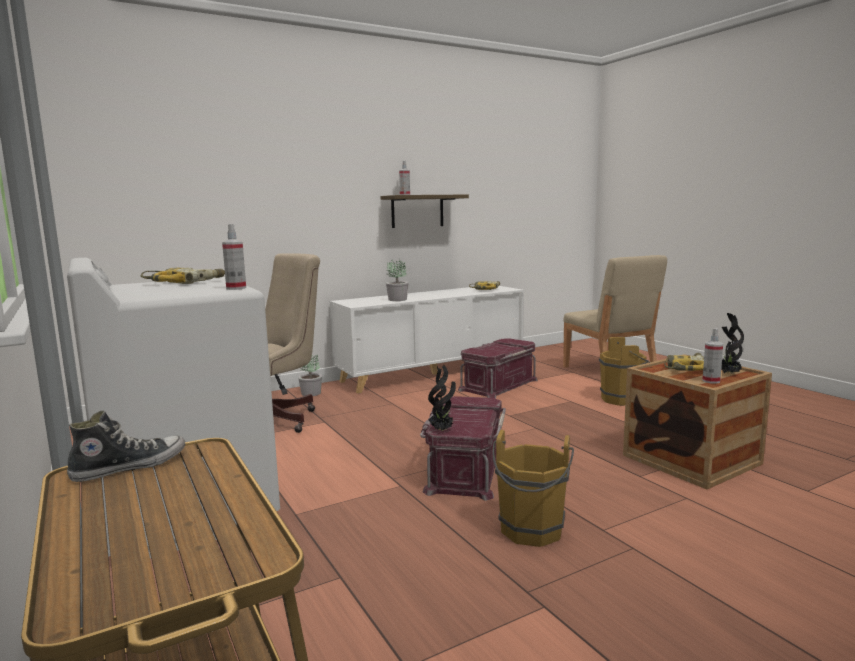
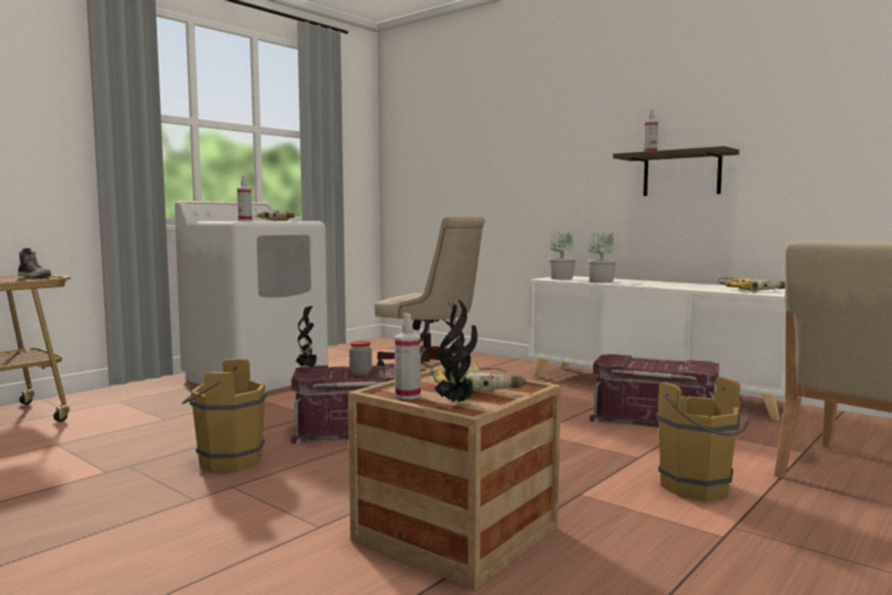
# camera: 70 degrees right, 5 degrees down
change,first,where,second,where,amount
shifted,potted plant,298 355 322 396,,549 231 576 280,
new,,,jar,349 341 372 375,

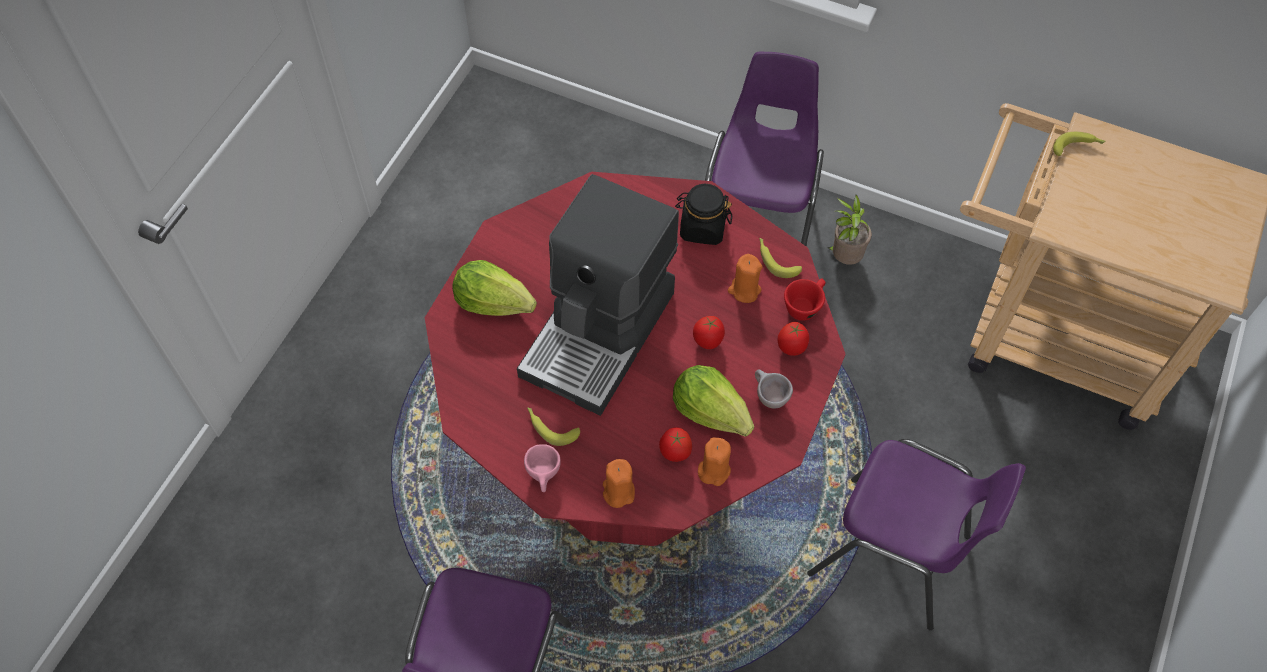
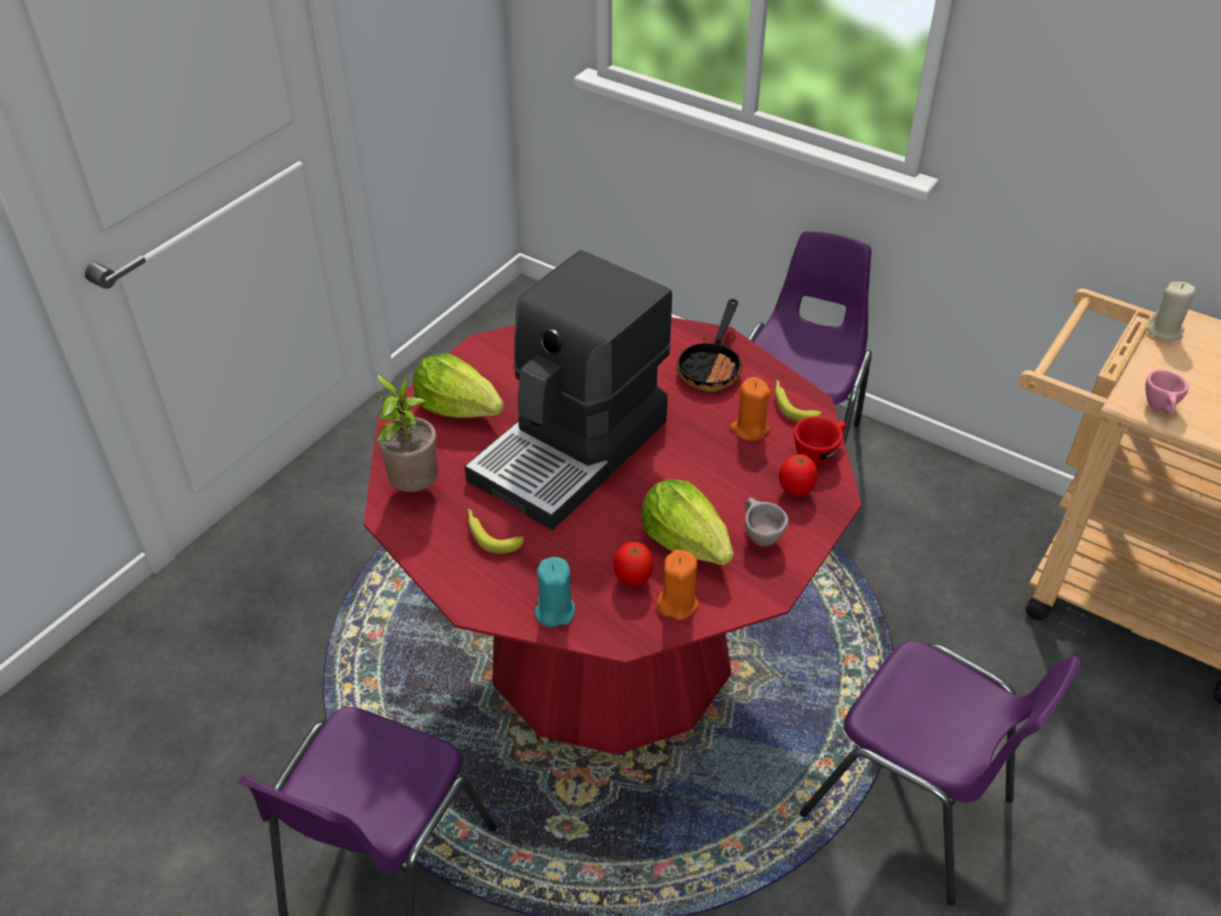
# camera: 10 degrees right, 15 degrees down
change,first,where,second,where,amount
shifted,pinkish drinking cup,524 444 561 492,,1145 370 1189 414,
repainted,orangey wax candle,603 459 635 508,blue-green wax candle,535 557 575 627,
swapped,black-coloured jar,675 184 732 245,frying pan,676 299 743 392,
gone,tomato,693 316 725 349,,,
shifted,potted plant,827 195 872 265,,375 374 438 492,
swapped,banana,1053 132 1106 156,beige wax candle,1147 282 1195 340,

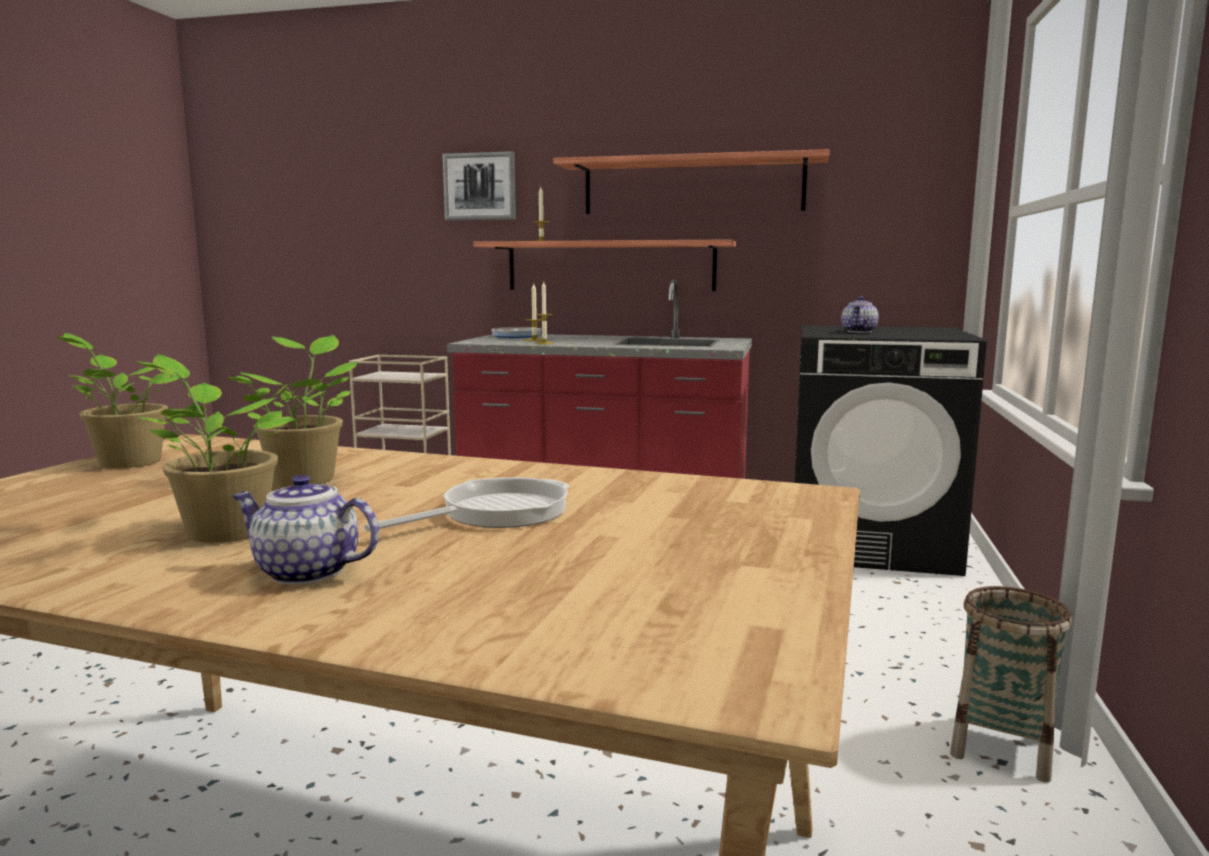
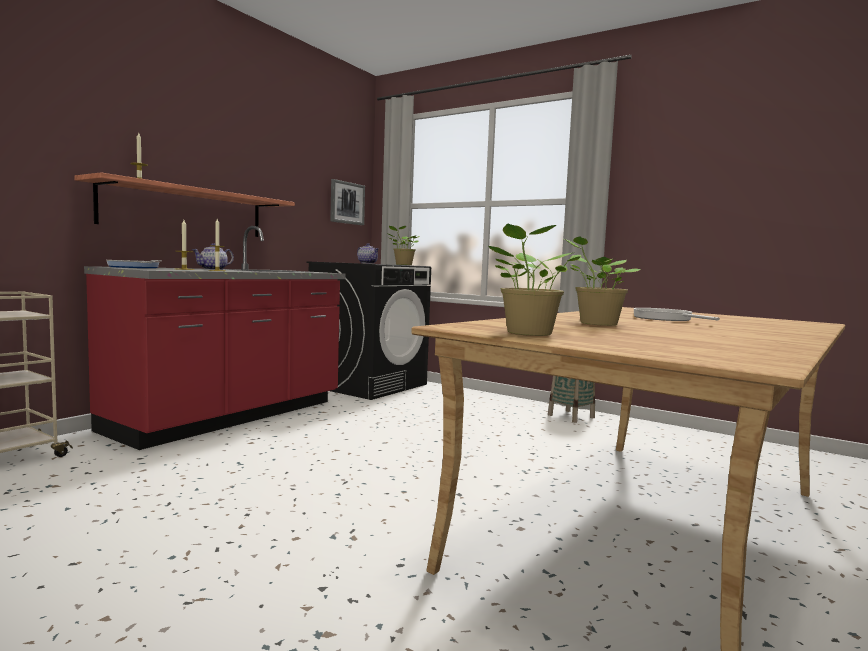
# camera: 70 degrees left, 5 degrees down
change,first,where,second,where,amount
shifted,potted plant,137 354 295 543,,386 226 420 265,
shifted,pot for tea,232 474 379 585,,192 243 234 270,
shifted,picture,443 151 516 220,,330 179 365 225,
gone,wall shelf,553 149 830 214,,,

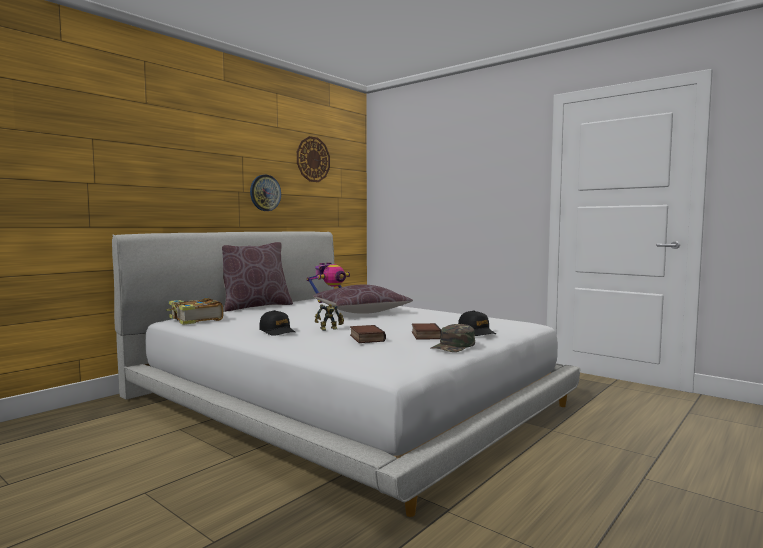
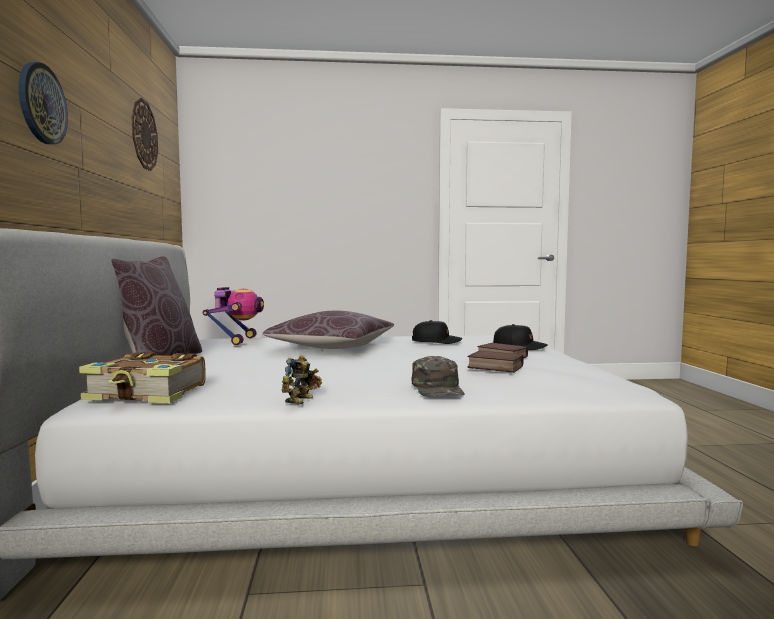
# camera: 45 degrees left, 0 degrees up
change,first,where,second,where,amount
shifted,hanging clock,250 175 281 211,,18 62 68 144,
shifted,black-coloured baseball cap,259 310 295 336,,412 320 462 344,
shifted,toy robot,315 304 344 331,,281 355 322 404,
shifted,greenish baseball cap,431 324 475 352,,412 356 465 396,

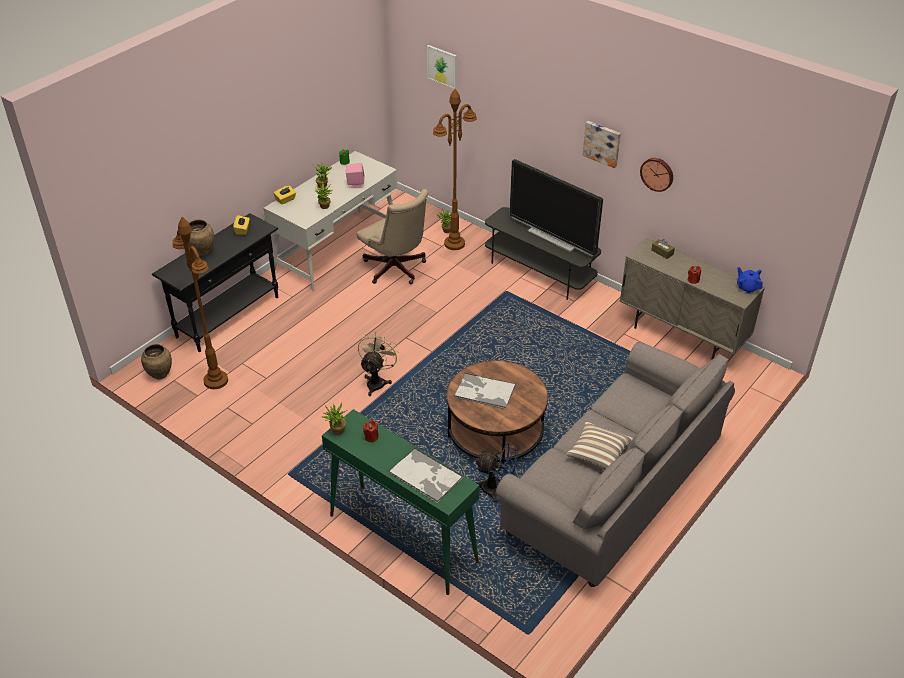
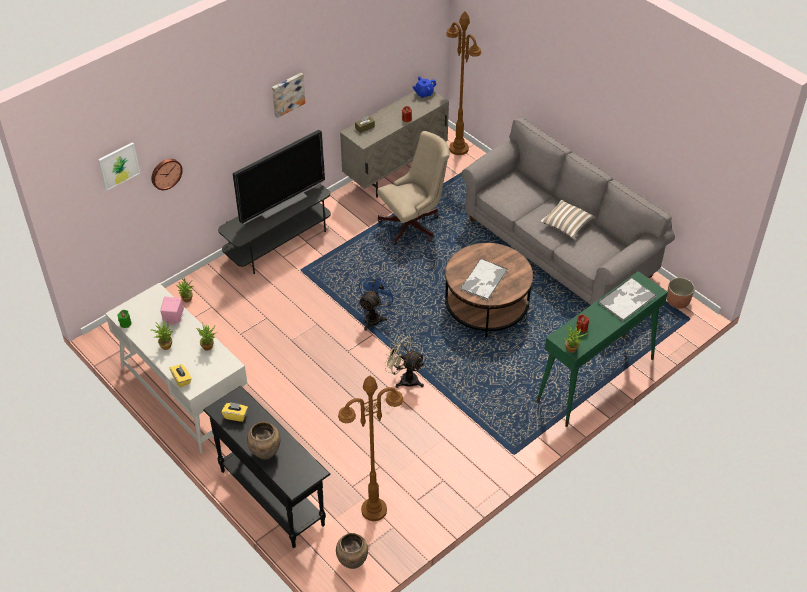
# camera: 80 degrees left, 5 degrees up
change,first,where,second,where,amount
shifted,beige desk chair,357 189 428 284,,377 131 449 245,
shifted,brown standing lamp,433 89 477 250,,446 11 481 155,
shifted,bluish cooling fan,475 443 519 503,,358 273 397 331,
shifted,hanging clock,640 158 673 192,,151 159 183 190,
new,,,planter,667 278 695 309,

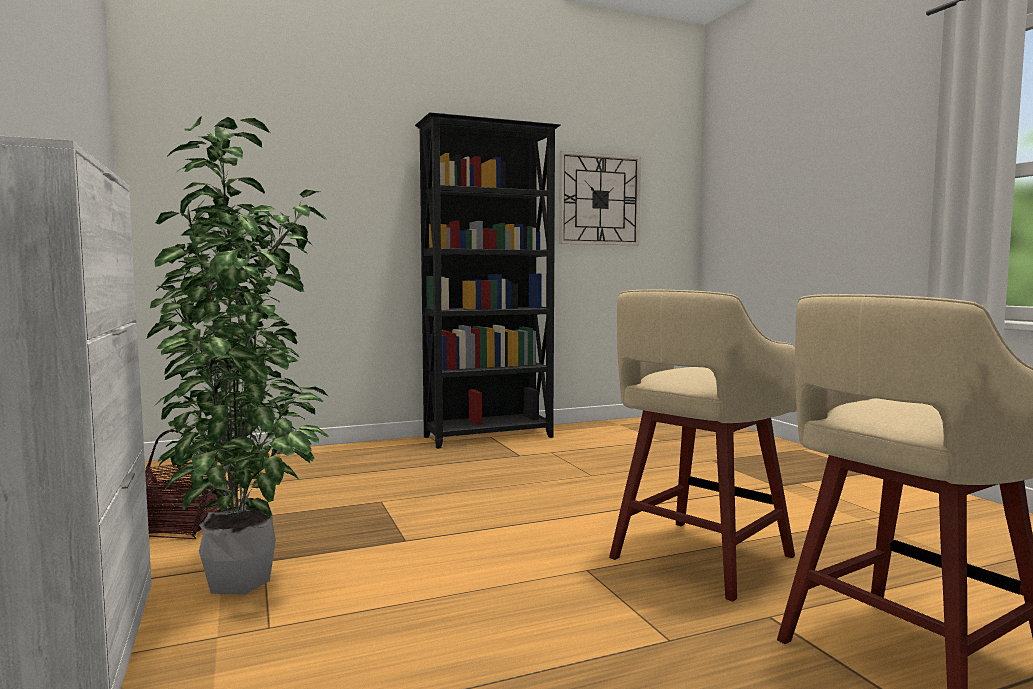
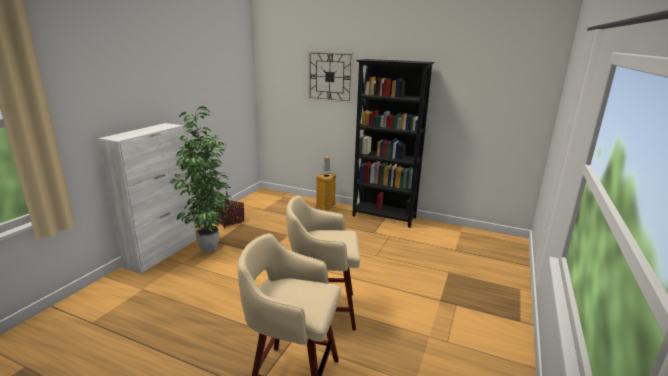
# camera: 45 degrees right, 15 degrees up
change,first,where,second,where,amount
shifted,hanging clock,559 151 641 245,,308 51 354 103,
new,,,rubbish bin,316 156 336 210,

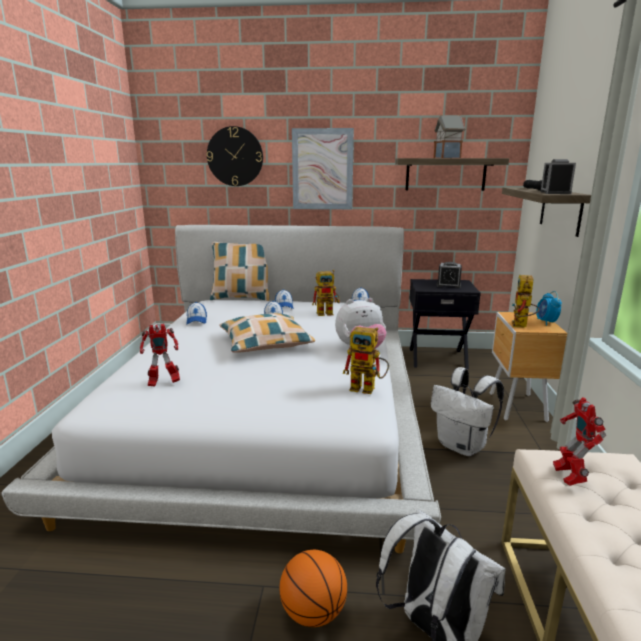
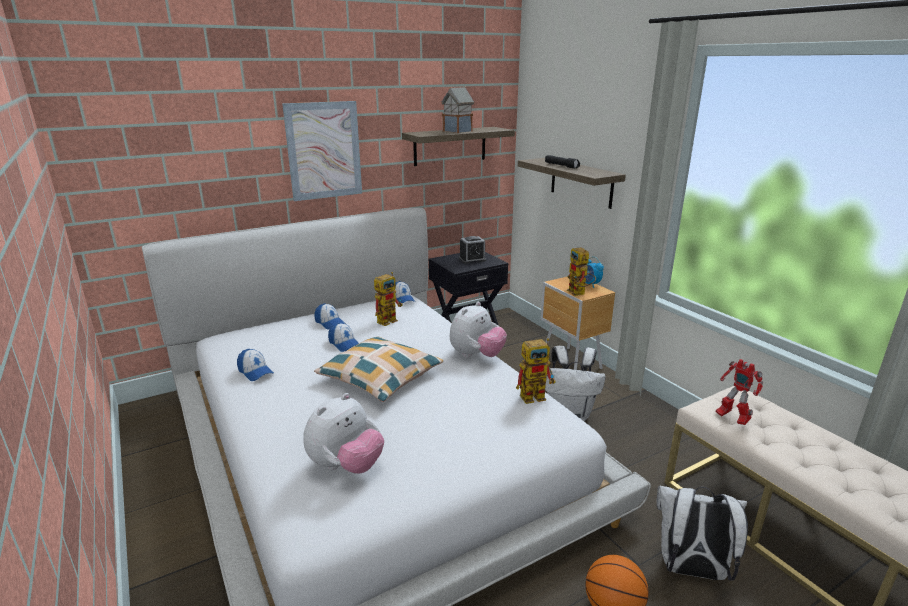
# camera: 35 degrees left, 5 degrees up
change,first,where,second,where,amount
swapped,toy robot,140 324 180 387,plush toy,303 393 384 474,
gone,hanging clock,207 126 263 186,,,
gone,throw pillow,210 242 269 301,,,
gone,bedside clock,540 159 576 194,,,

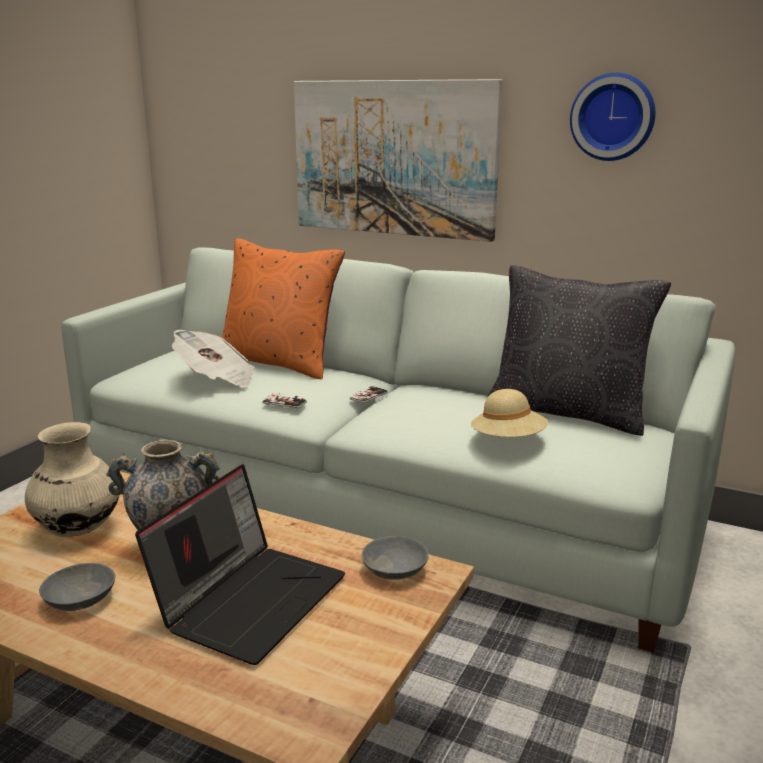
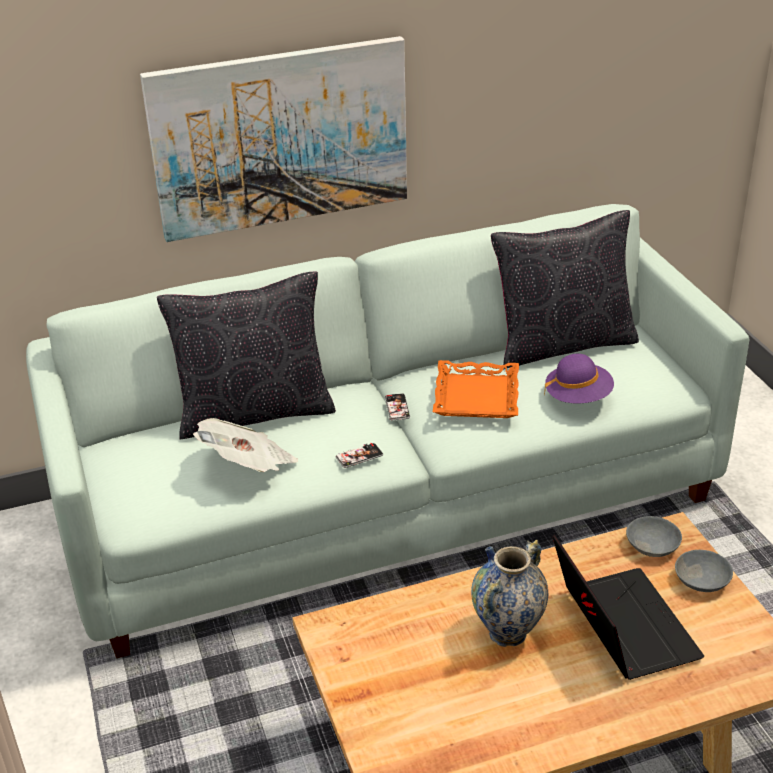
# camera: 45 degrees left, 15 degrees up
change,first,where,second,where,amount
gone,beige flower vase,25 422 119 537,,,
shifted,gray serving bowl,39 563 115 611,,675 550 733 592,
repainted,orangey throw pillow,221 238 345 379,black-coloured throw pillow,157 271 336 440,
repainted,beige wearable hat,471 389 549 437,purplish wearable hat,544 354 614 403,
gone,hanging clock,570 73 655 161,,,
new,,,orangey carrying tray,433 360 519 418,

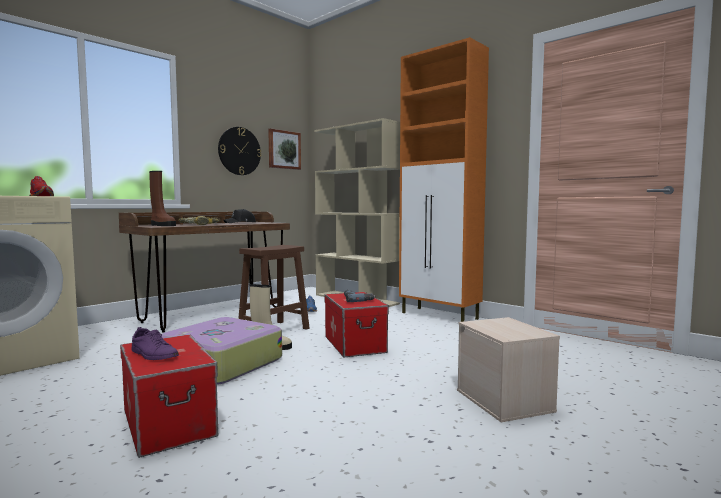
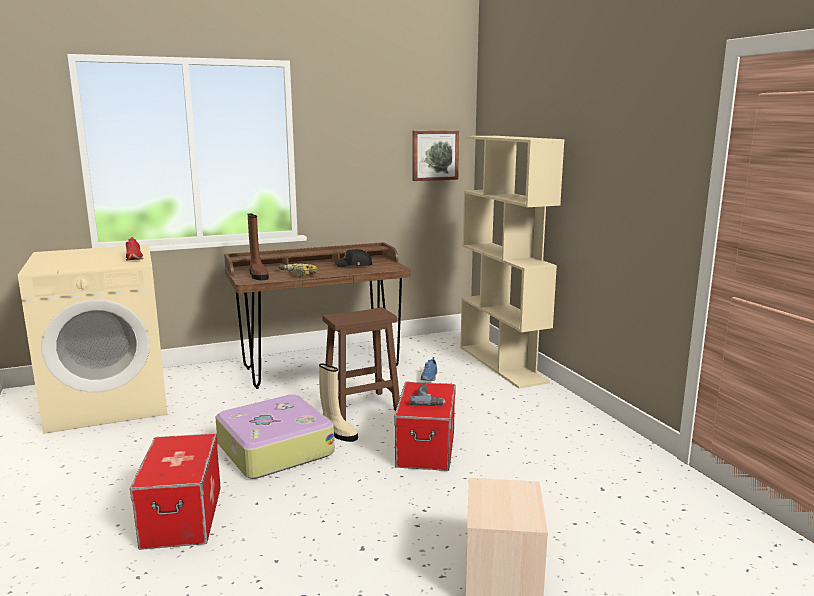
# camera: 25 degrees right, 10 degrees up
change,first,where,second,where,amount
gone,purplish low shoe,132 327 179 360,,,
gone,hanging clock,218 127 261 175,,,
gone,orangey cabinet,399 37 489 322,,,

